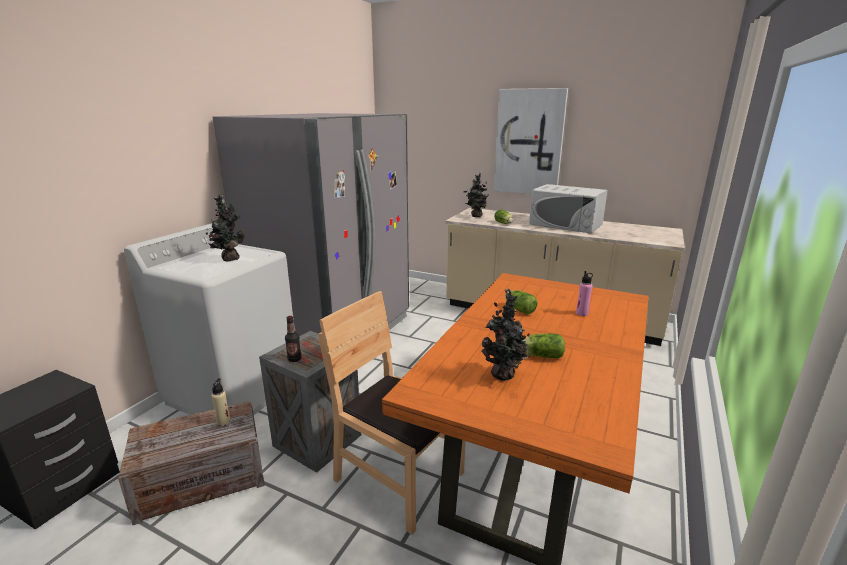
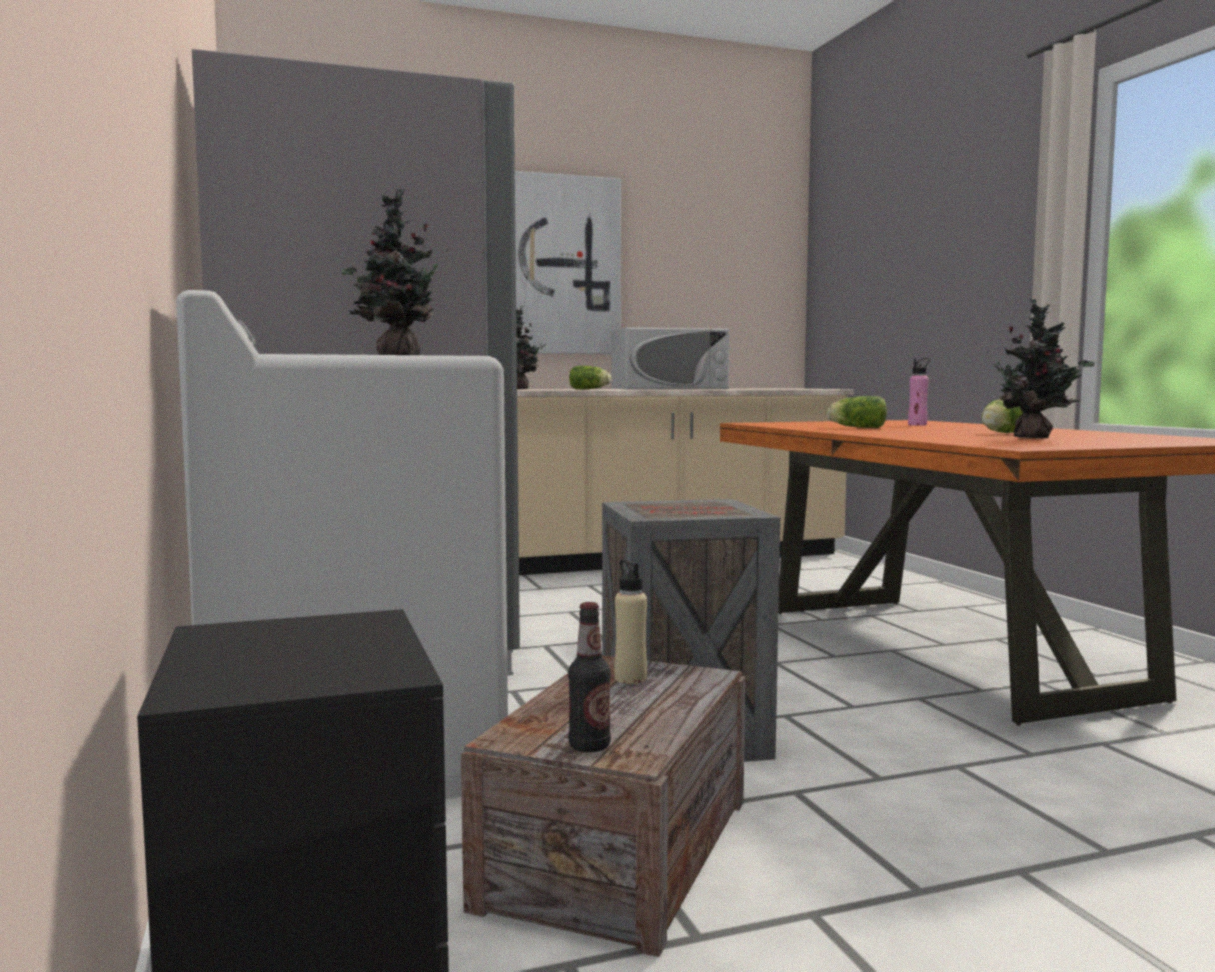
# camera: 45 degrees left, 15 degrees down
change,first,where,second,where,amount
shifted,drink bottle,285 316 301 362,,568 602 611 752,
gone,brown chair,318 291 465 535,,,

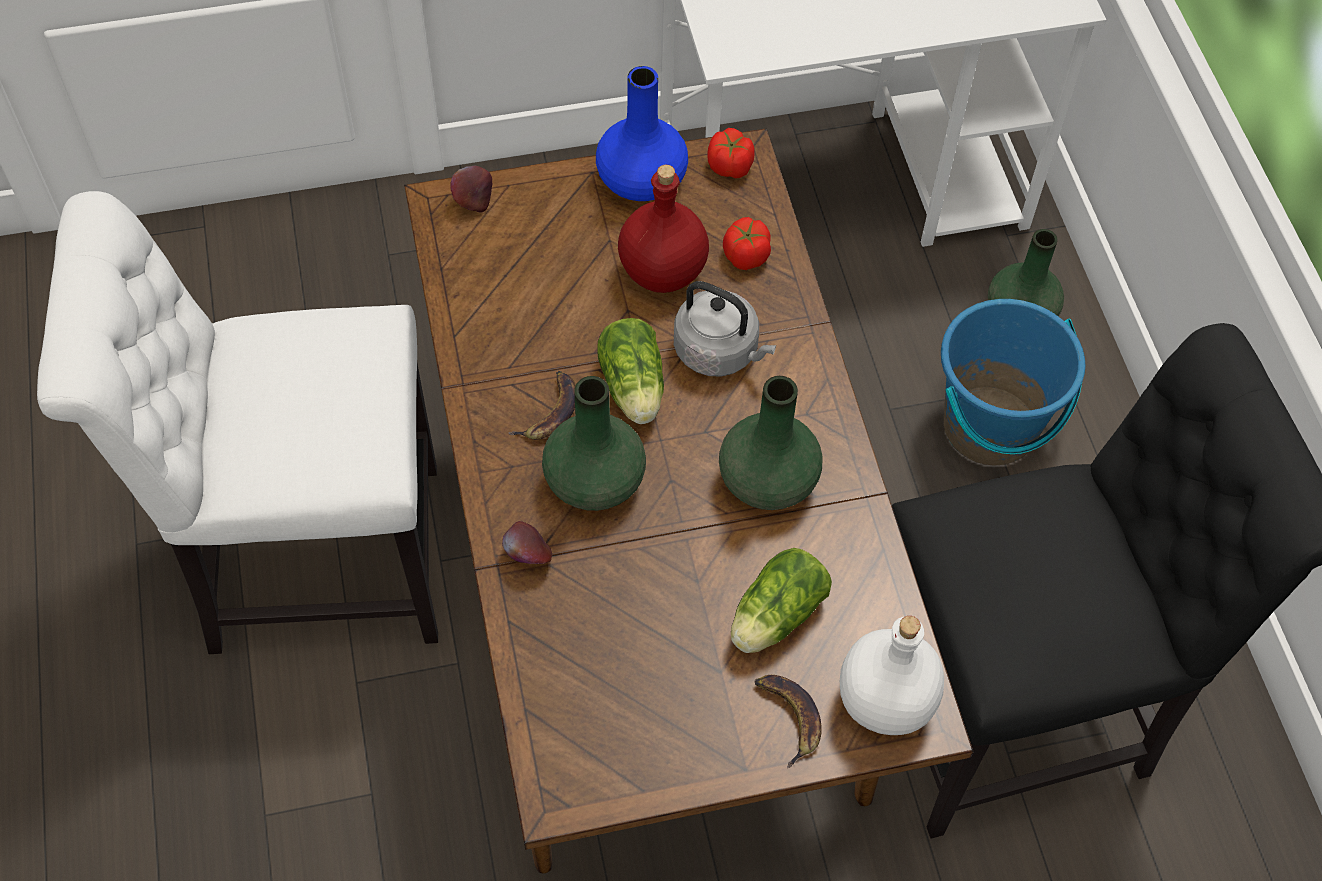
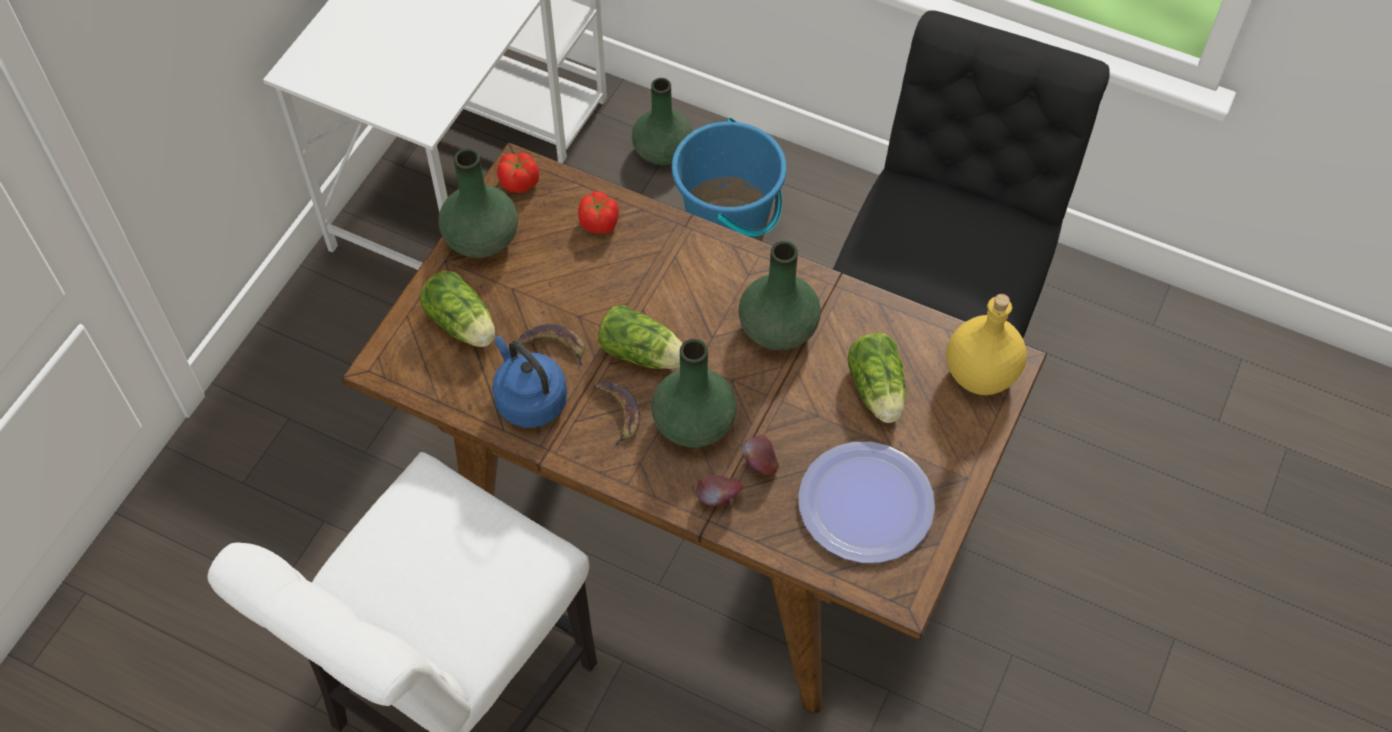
# camera: 50 degrees left, 0 degrees up
change,first,where,second,where,amount
shifted,apple,450 166 492 213,,742 435 779 475,
repainted,bluish flower vase,596 66 688 201,greenish flower vase,438 148 518 258,
gone,reddish drink bottle,618 165 709 293,,,
gone,gray kettle,674 281 776 377,,,
shifted,banana,754 675 822 768,,517 324 584 370,
repainted,white-coloured drink bottle,840 616 944 735,yellow-coloured drink bottle,946 294 1027 395,
new,,,lettuce,420 271 495 347,
new,,,bluish kettle,492 336 567 428,
new,,,dinner plate,798 442 935 563,

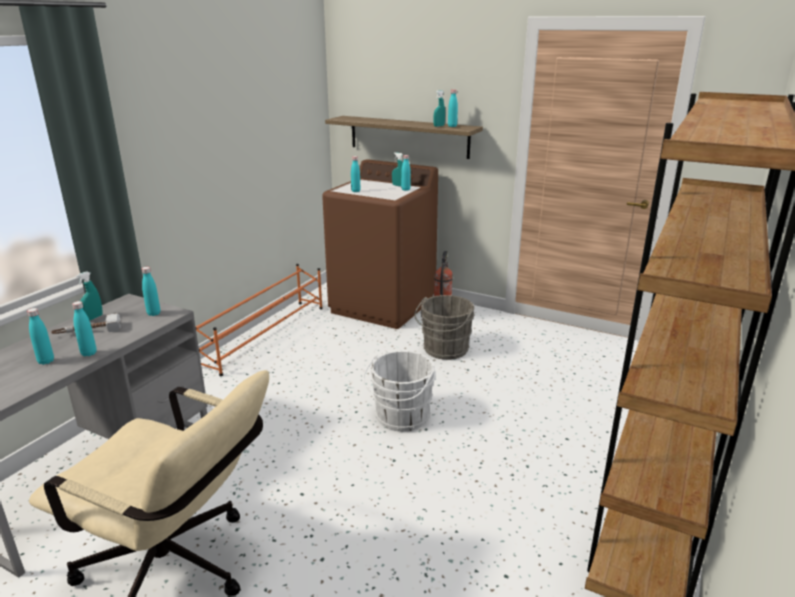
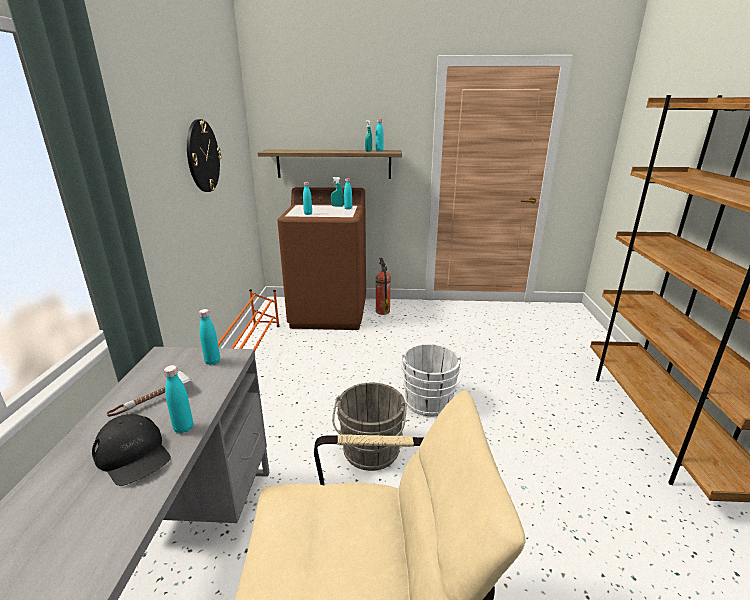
# camera: 25 degrees left, 0 degrees up
change,first,where,second,where,amount
swapped,blue-green drink bottle,27 308 54 365,black-coloured baseball cap,92 414 171 486,
gone,blue-green sprayer,76 271 103 321,,,
shifted,gray bucket,414 295 475 360,,332 383 407 471,
new,,,hanging clock,187 119 221 192,

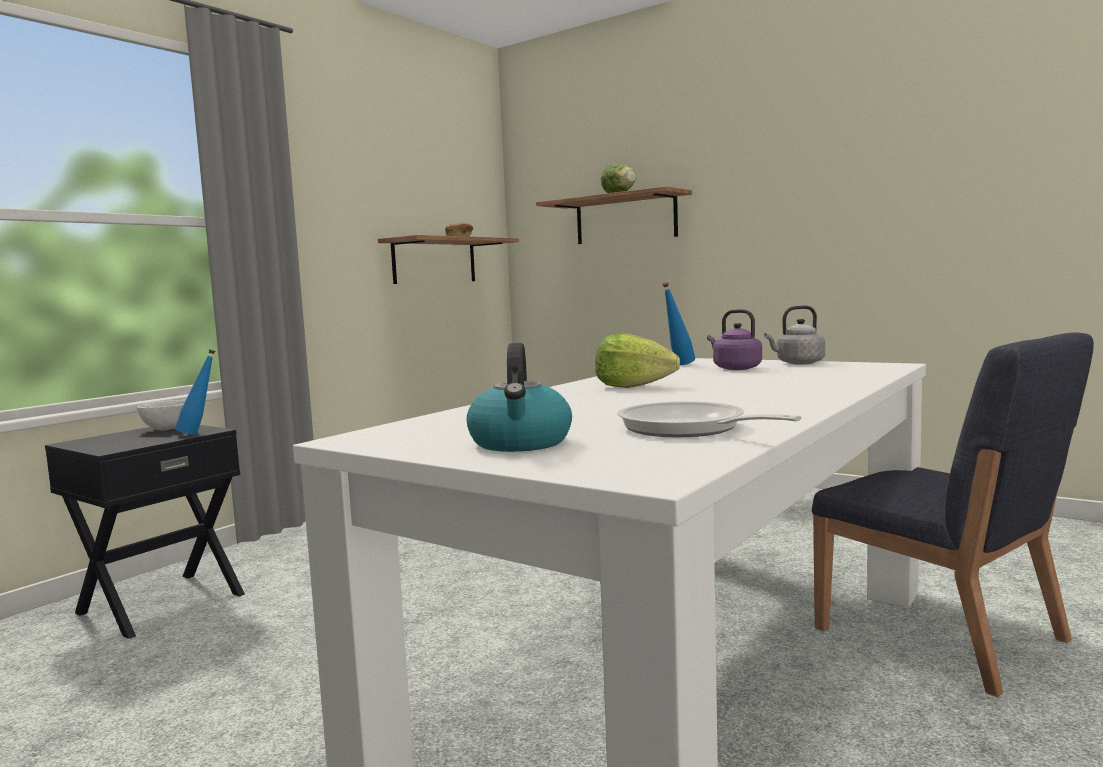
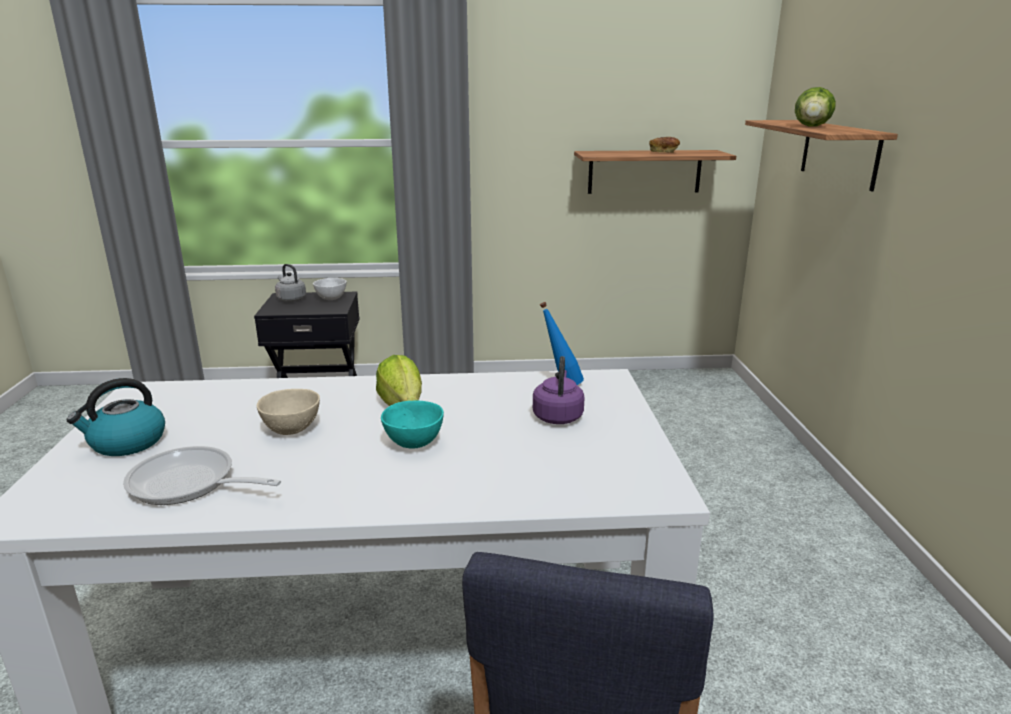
# camera: 50 degrees right, 15 degrees up
change,first,where,second,where,amount
gone,bluish drink bottle,175 349 215 435,,,
rotated,frying pan,617 401 802 437,,123 446 281 505,90 degrees counterclockwise
shifted,gray kettle,764 305 825 364,,275 264 306 302,
new,,,beige serving bowl,257 389 320 435,
new,,,blue-green serving bowl,381 401 444 449,

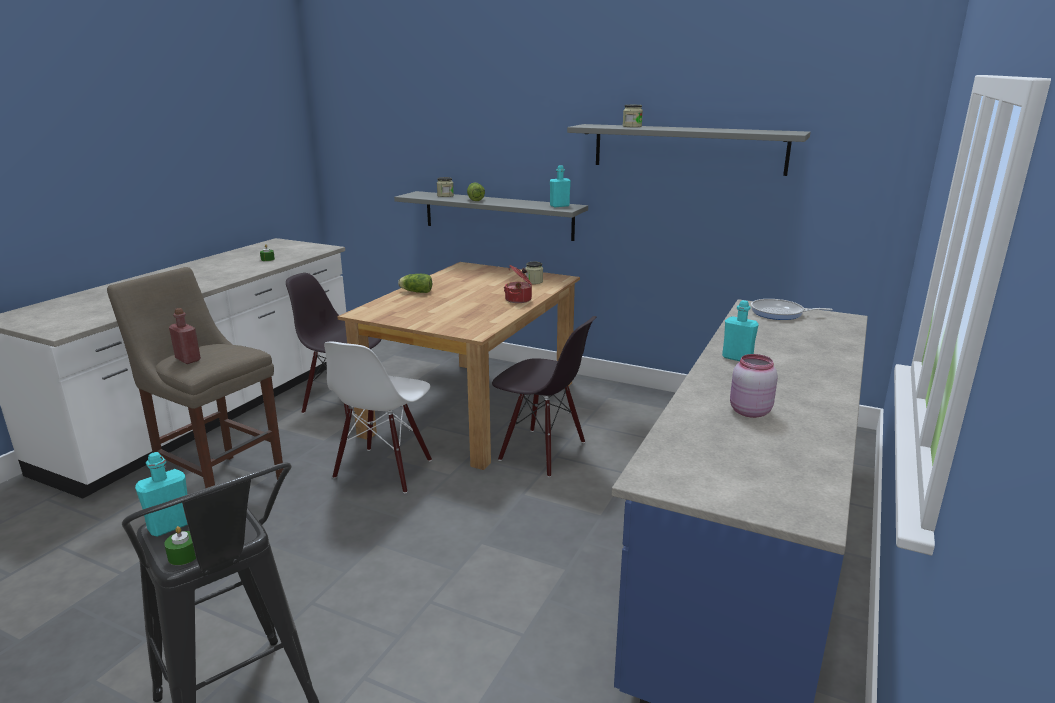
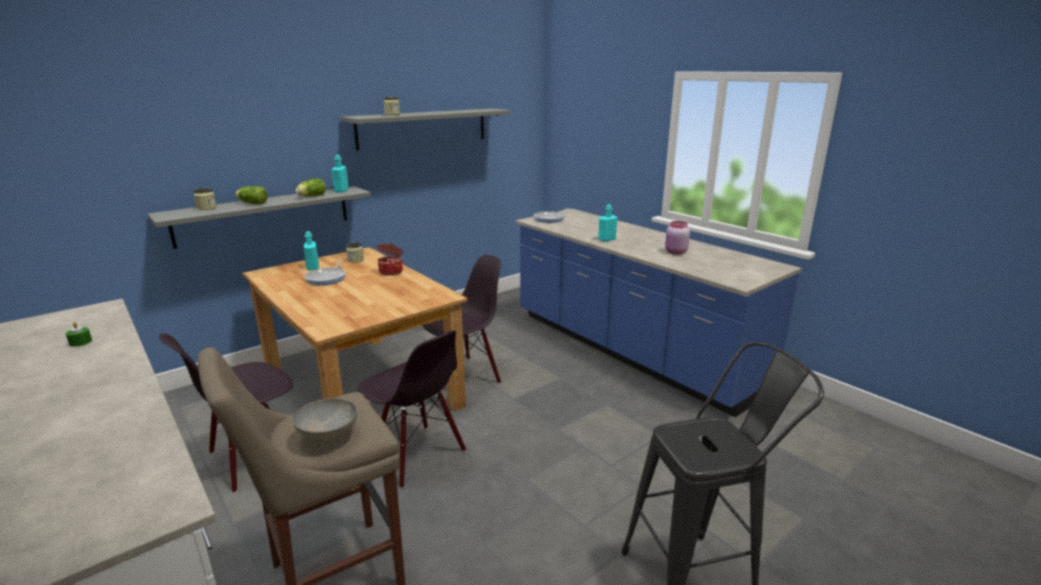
# camera: 65 degrees left, 0 degrees up
change,first,where,second,where,amount
shifted,blue-green drink bottle,135 452 188 537,,304 231 319 270,
gone,greenish wax candle,164 526 196 565,,,
swapped,reddish drink bottle,169 308 201 364,gray serving bowl,292 398 358 448,
repainted,white-coloured chair,324 341 432 493,black-coloured chair,358 330 466 488,
shifted,lettuce,398 274 432 293,,295 178 326 197,
new,,,frying pan,304 260 346 285,

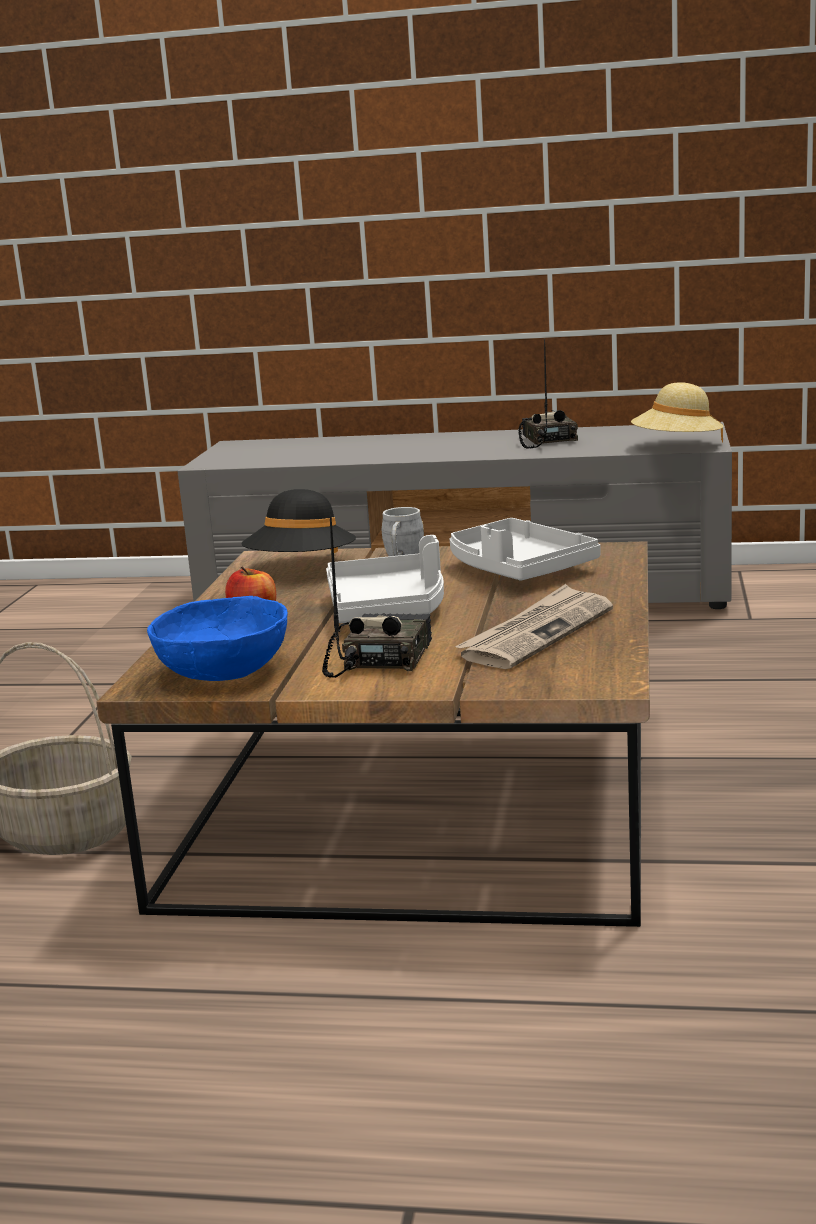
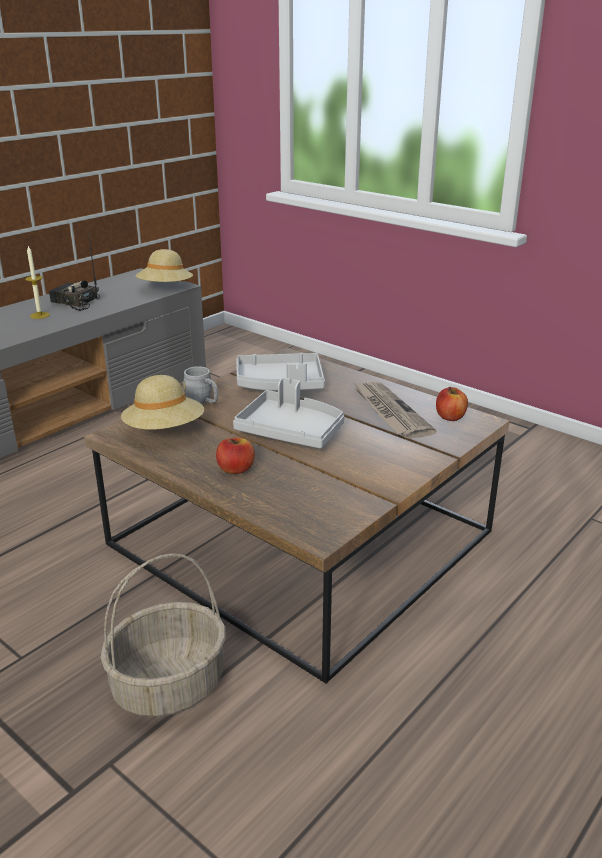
# camera: 60 degrees left, 10 degrees up
change,first,where,second,where,amount
gone,bluish serving bowl,147 596 288 681,,,
repainted,black-coloured wearable hat,241 489 356 553,beige wearable hat,121 375 204 430,
gone,radio receiver,322 509 432 678,,,
new,,,wax candle,25 246 50 319,
new,,,apple,436 387 468 421,

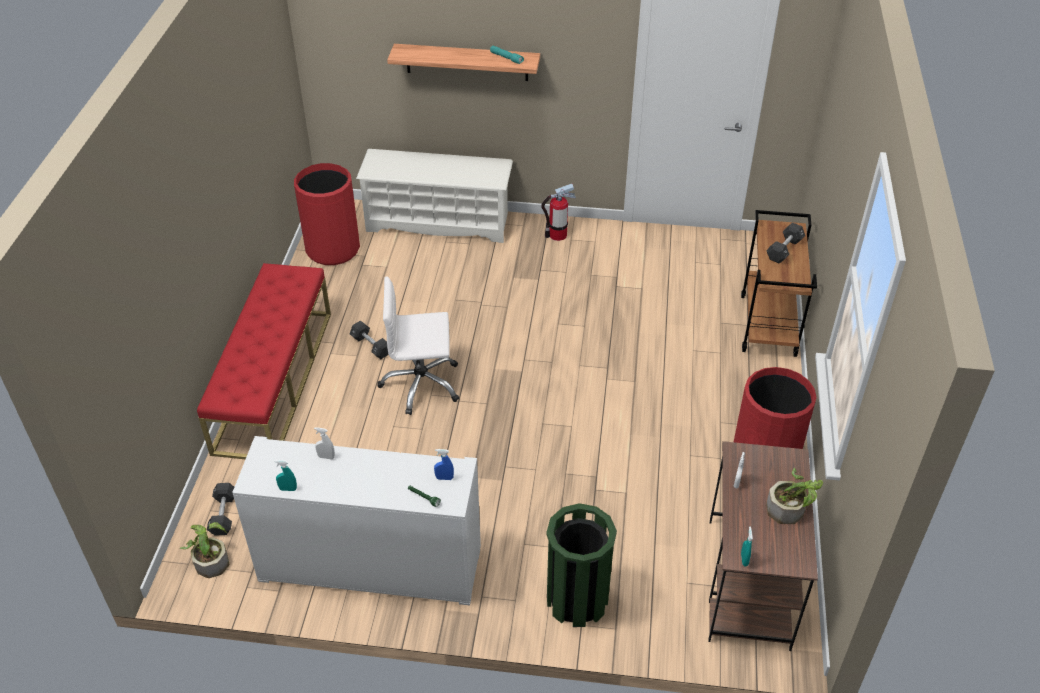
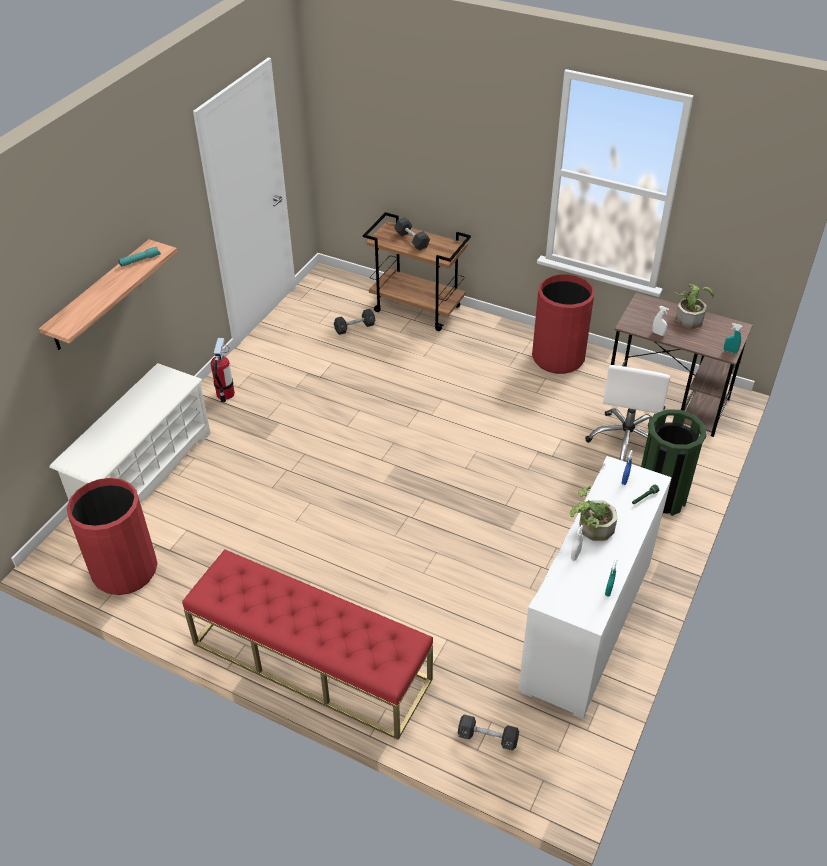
# camera: 70 degrees left, 0 degrees up
change,first,where,second,where,amount
shifted,potted plant,180 522 229 578,,570 486 617 541,
shifted,black-coloured dumbbell,349 320 389 359,,334 309 375 335,
shifted,white-coloured desk chair,377 276 459 415,,585 365 670 462,

